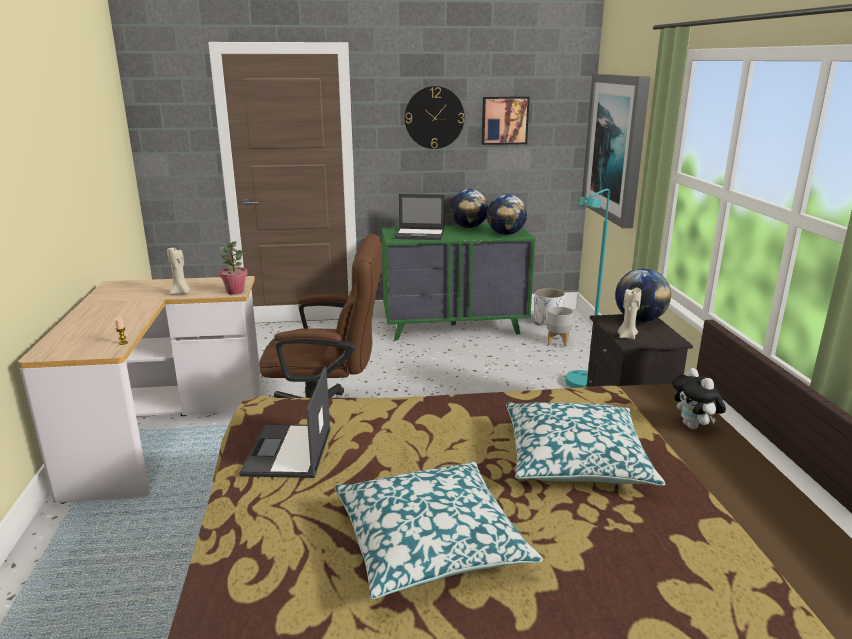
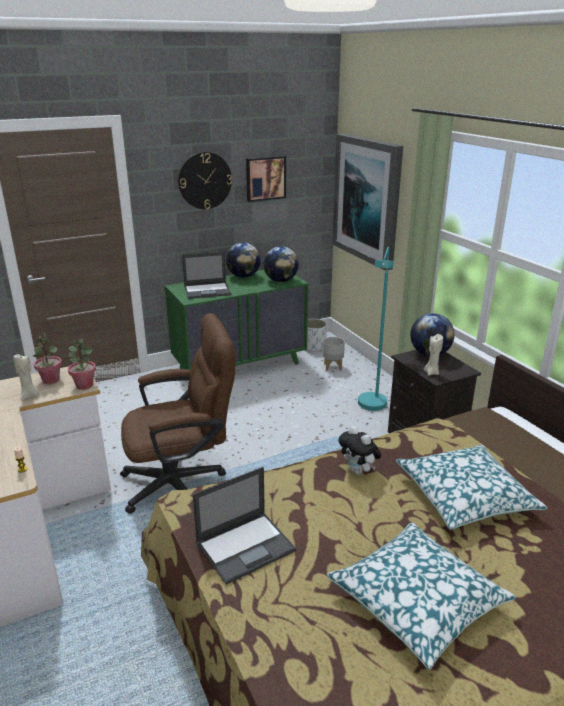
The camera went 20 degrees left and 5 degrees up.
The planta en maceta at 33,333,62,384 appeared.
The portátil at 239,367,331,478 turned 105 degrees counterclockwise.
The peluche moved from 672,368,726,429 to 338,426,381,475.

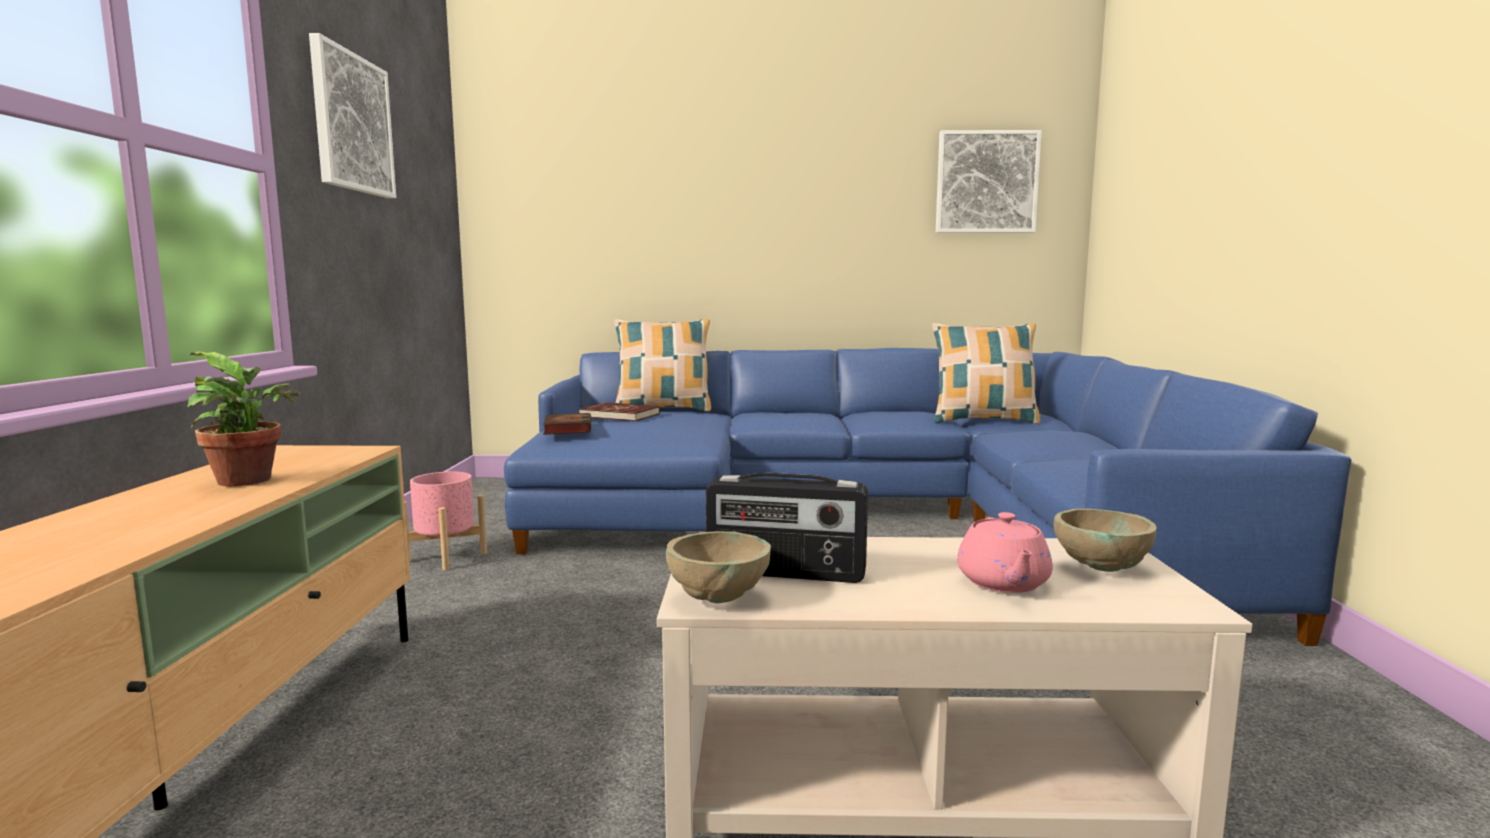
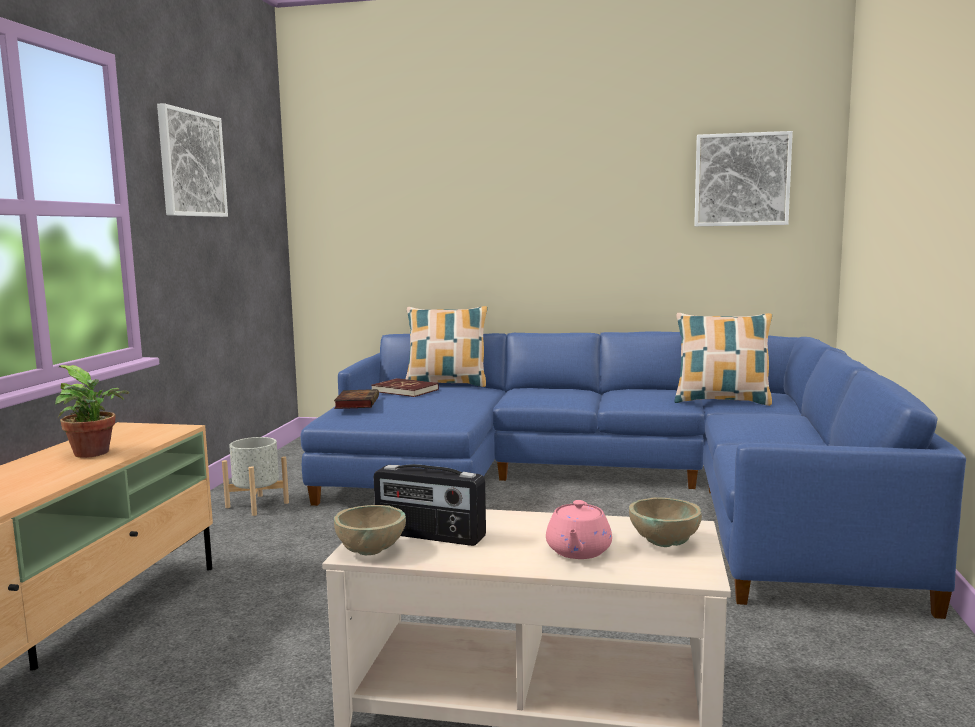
The camera went 10 degrees right and 0 degrees up.
The maceta (rosa) at 405,472,487,570 became the maceta (gris) at 222,437,289,516.

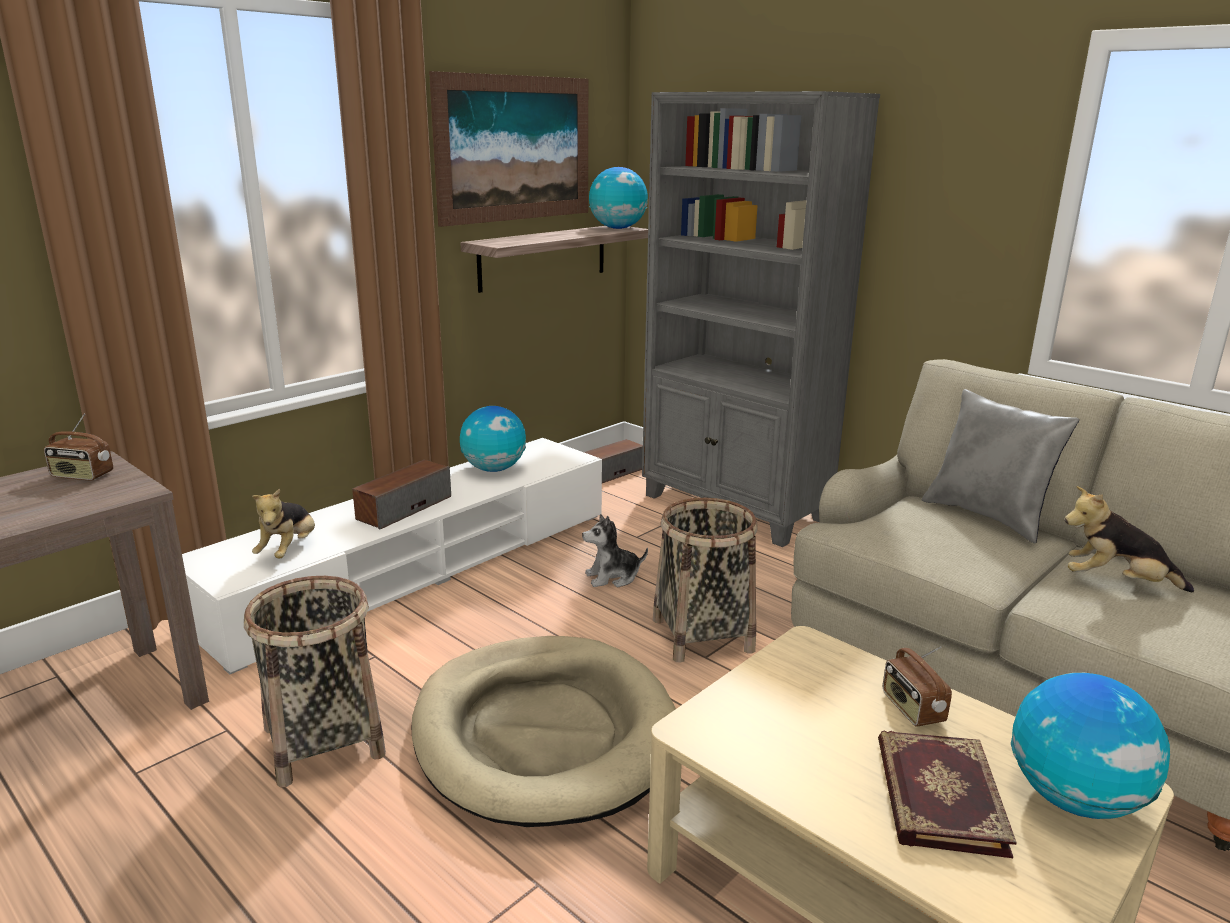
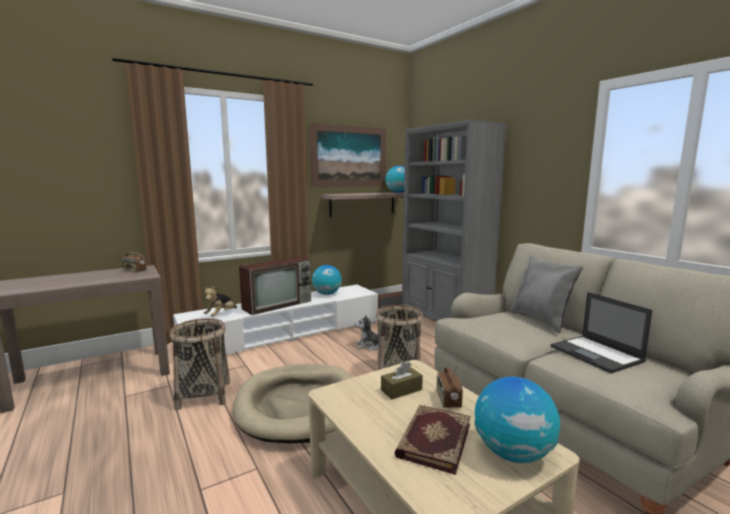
The camera went 15 degrees right and 10 degrees down.
The altavoz at 352,460,451,530 was replaced by the televisor at 239,257,311,315.
The caja de pañuelos (marrón) at 381,361,423,399 appeared.
The peluche at 1065,486,1194,593 was replaced by the portátil at 551,292,653,373.

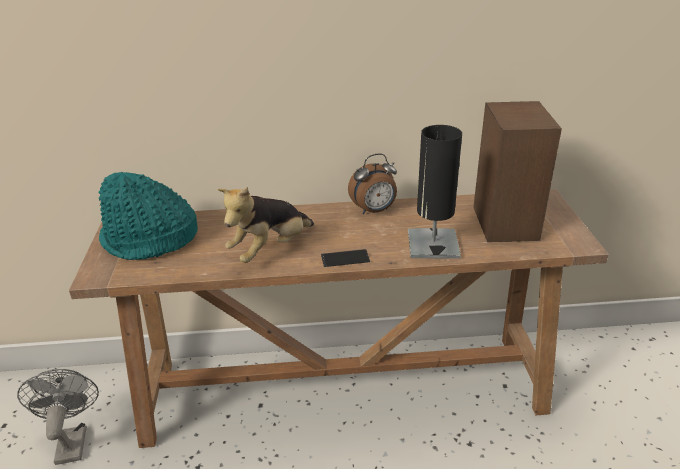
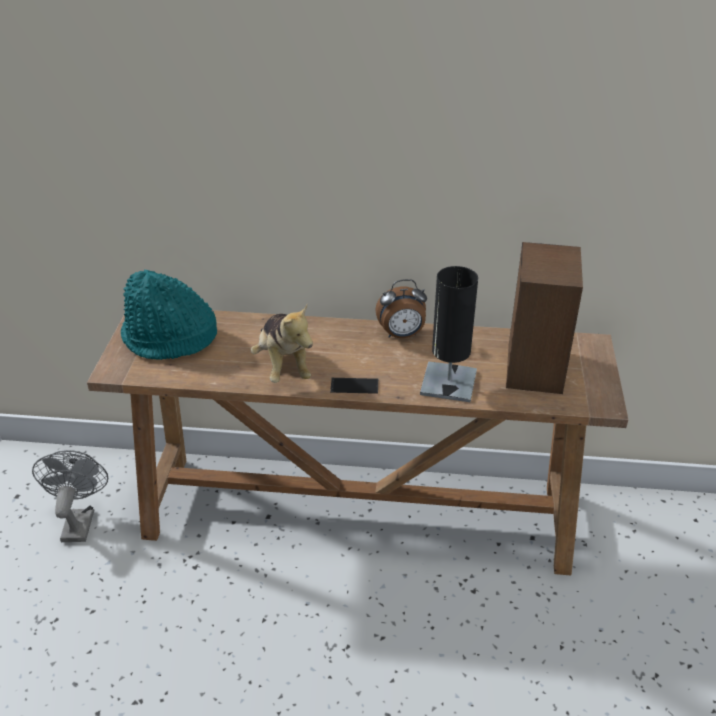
The camera went 10 degrees right and 5 degrees up.
The peluche at 217,187,314,263 turned 75 degrees counterclockwise.

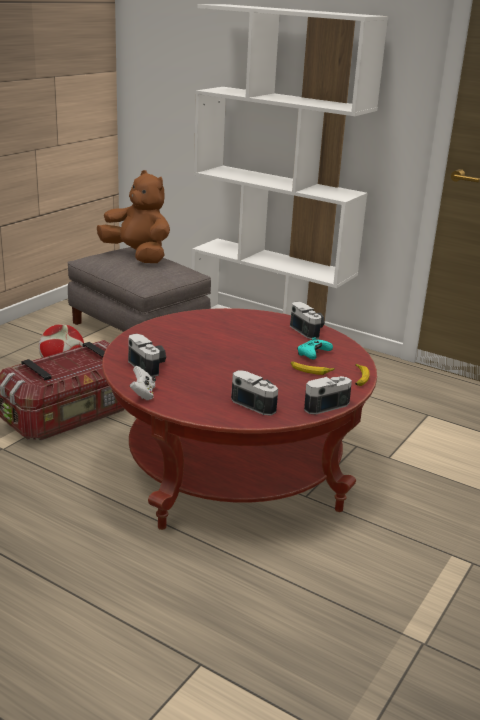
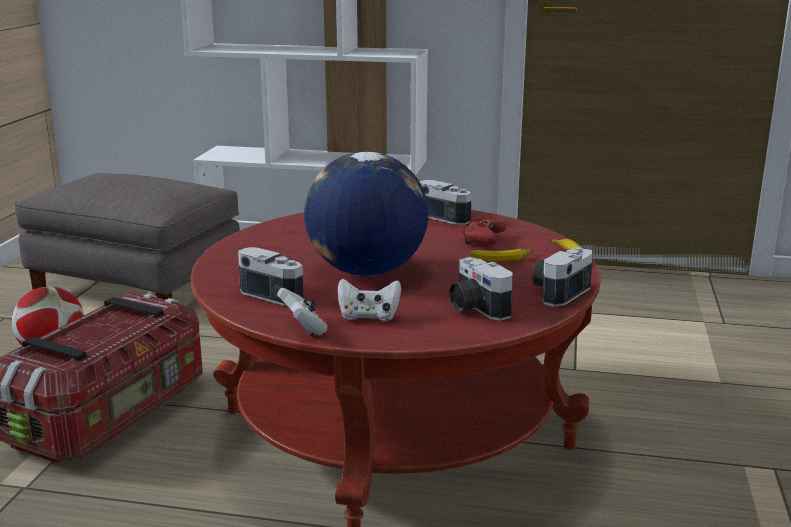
The camera went 20 degrees left and 5 degrees down.
The globo terráqueo at 304,152,428,276 appeared.
The mando de consola (blanco) at 338,279,401,321 appeared.
The cámara at 231,370,278,416 turned 135 degrees counterclockwise.
The mando de consola (turquesa) at 297,337,333,359 became the mando de consola (rojo) at 463,217,506,245.
The peluche (marrón) at 97,170,170,263 disappeared.

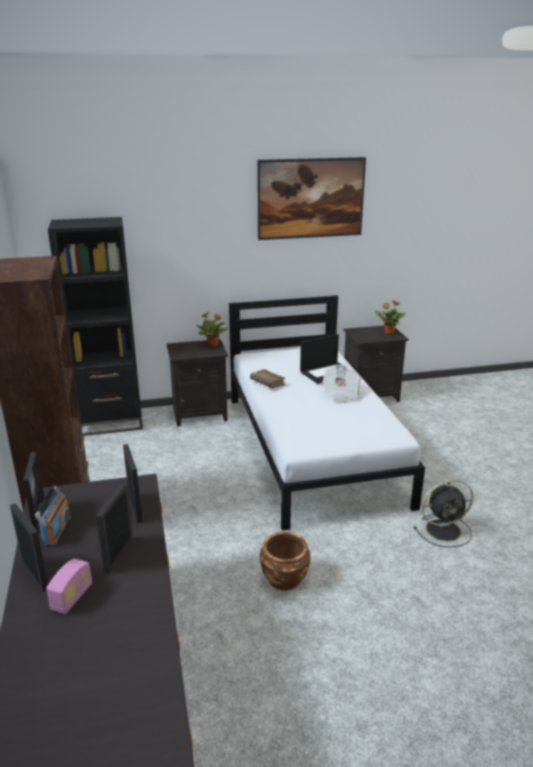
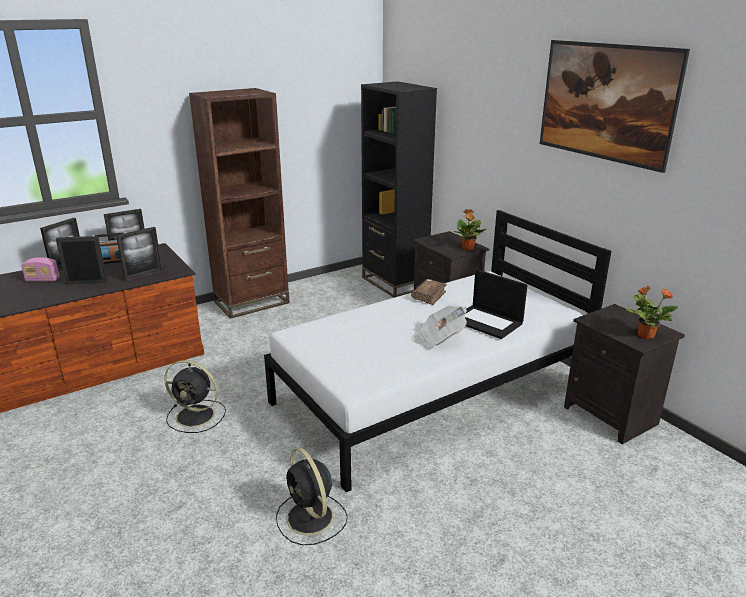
The camera went 70 degrees right and 0 degrees up.
The maceta (marrón) at 260,532,310,591 was replaced by the ventilador (negro) at 164,360,226,433.

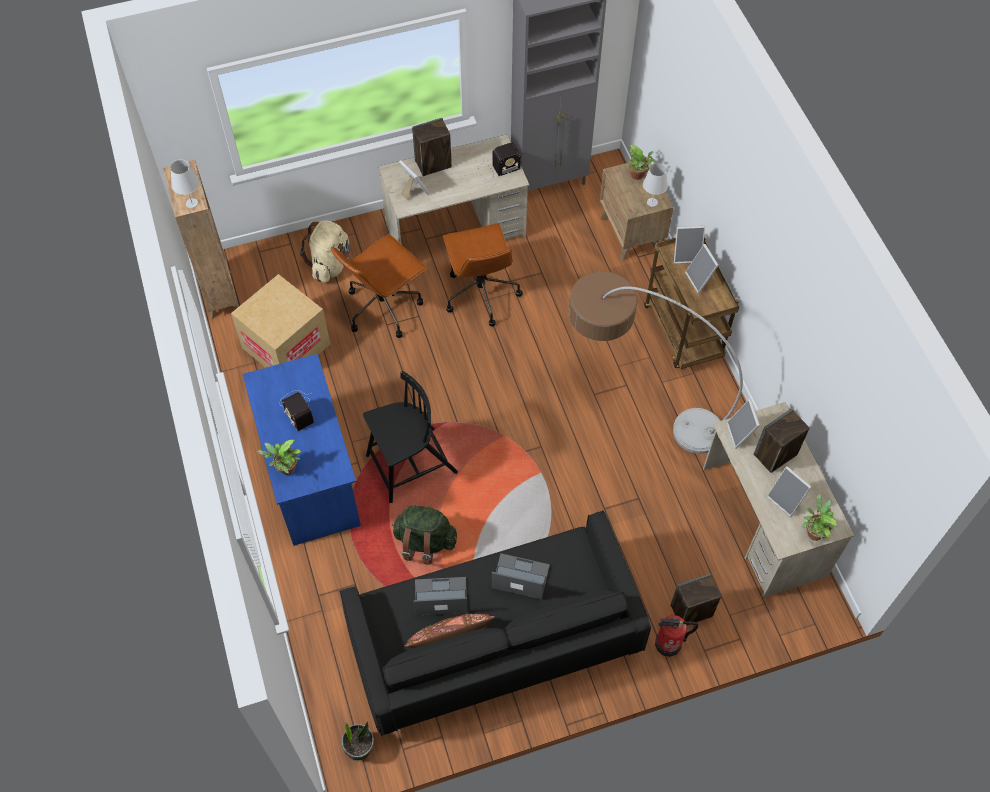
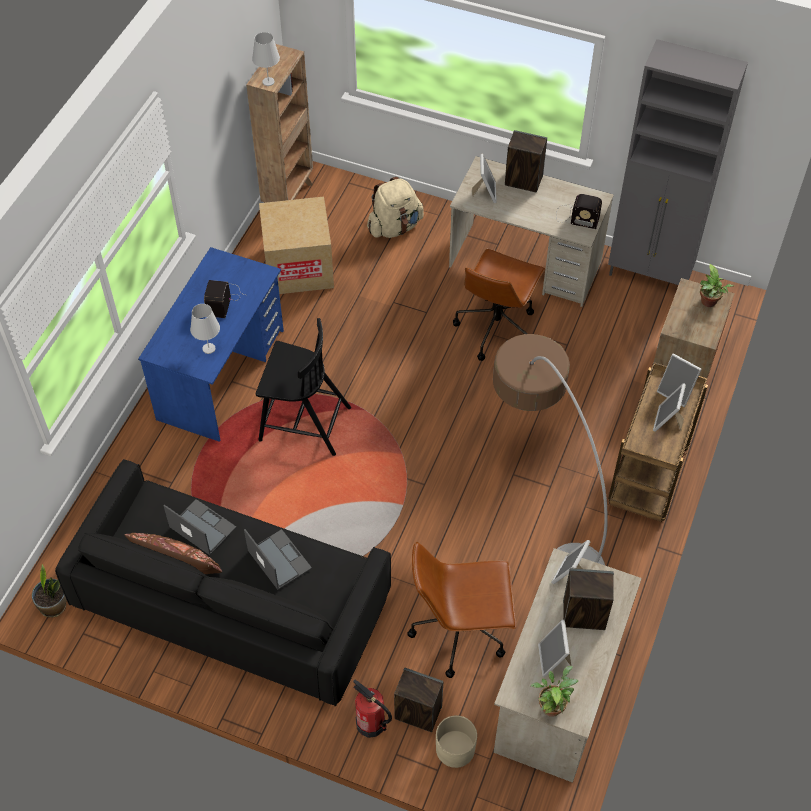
The camera went 40 degrees right and 5 degrees down.
The lámpara de mesa (blanco) moved from 643,163,668,207 to 190,304,220,354.
The silla de oficina (marrón) moved from 331,234,428,338 to 407,542,517,678.
The maceta (beis) at 436,715,477,768 appeared.
The planta en maceta at 257,440,302,475 disappeared.
The mochila (verde) at 392,505,457,565 disappeared.

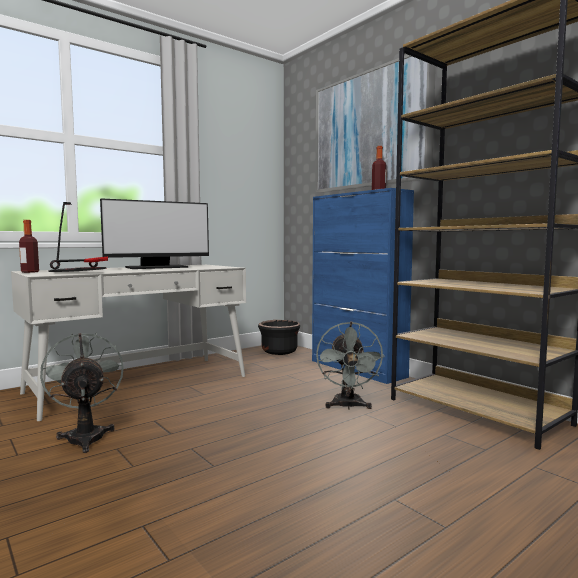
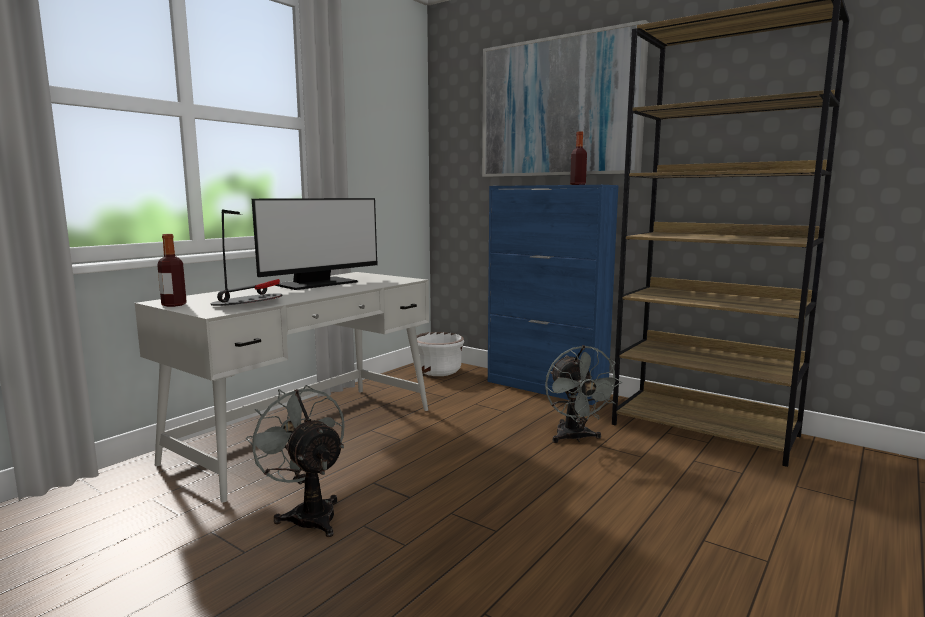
The camera went 15 degrees left and 5 degrees up.
The maceta (negro) at 258,320,300,355 became the maceta (blanco) at 417,332,464,376.

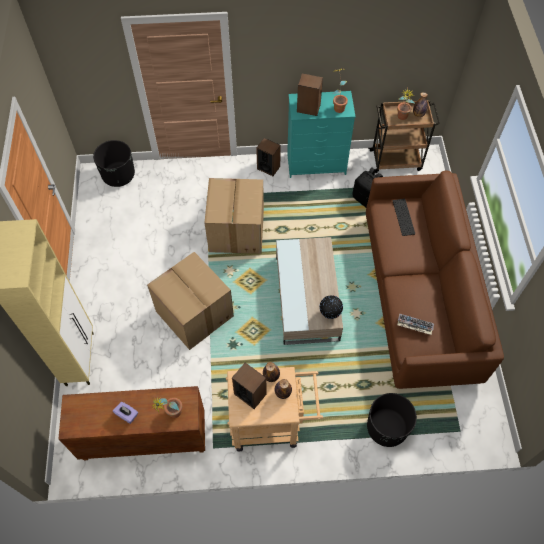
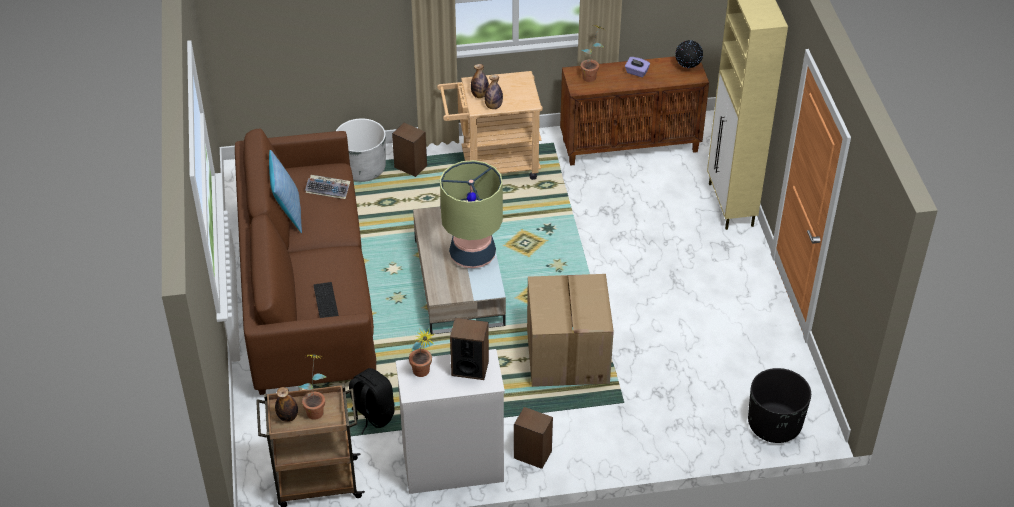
The camera went 175 degrees right and 15 degrees down.
The cojín at 269,150,302,233 appeared.
The maceta (negro) at 367,393,417,447 became the maceta (blanco) at 336,119,386,182.
The altavoz moved from 232,363,267,409 to 392,123,427,177.
The cómoda (turquesa) at 287,91,356,178 became the cómoda (blanco) at 396,349,505,494.
The lámpara de mesa at 440,160,503,268 appeared.
The globo terráqueo moved from 320,295,343,319 to 675,40,703,68.
The caja de cartón at 147,252,234,350 disappeared.

